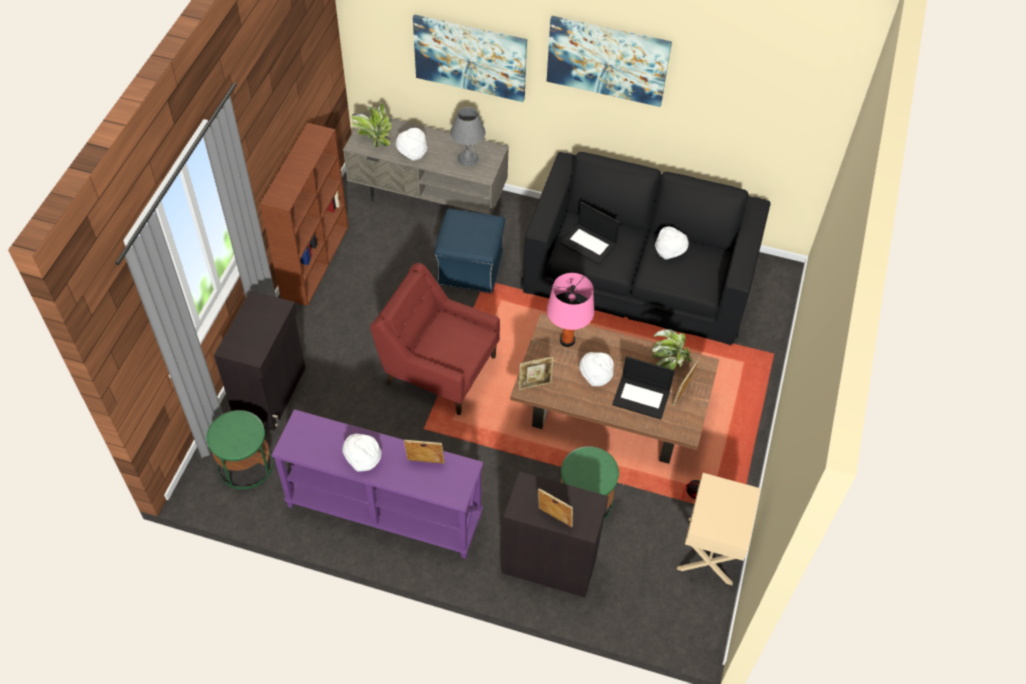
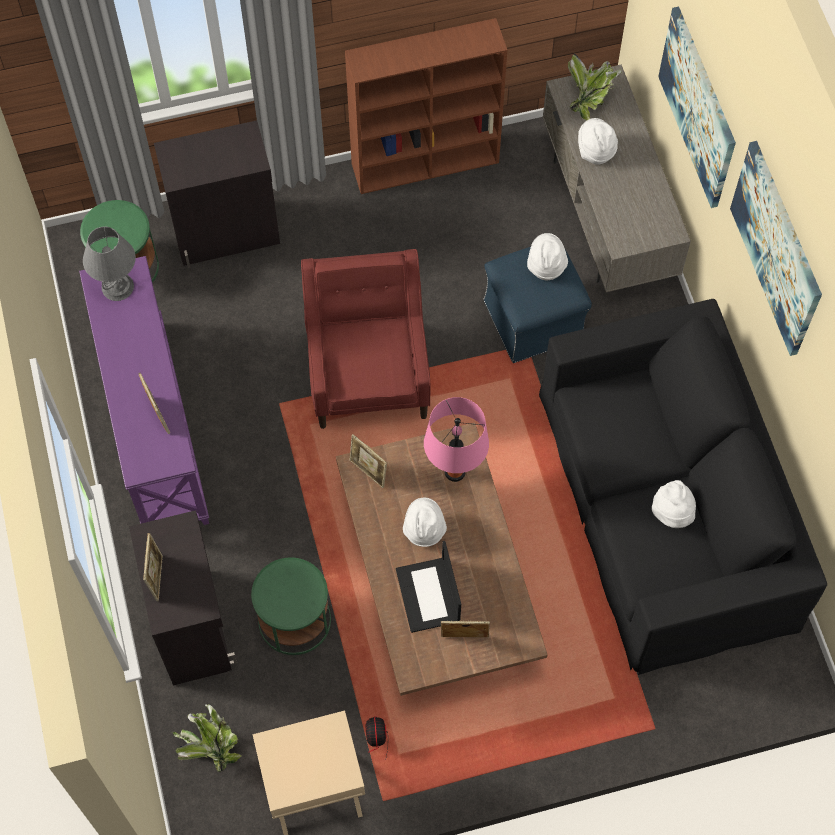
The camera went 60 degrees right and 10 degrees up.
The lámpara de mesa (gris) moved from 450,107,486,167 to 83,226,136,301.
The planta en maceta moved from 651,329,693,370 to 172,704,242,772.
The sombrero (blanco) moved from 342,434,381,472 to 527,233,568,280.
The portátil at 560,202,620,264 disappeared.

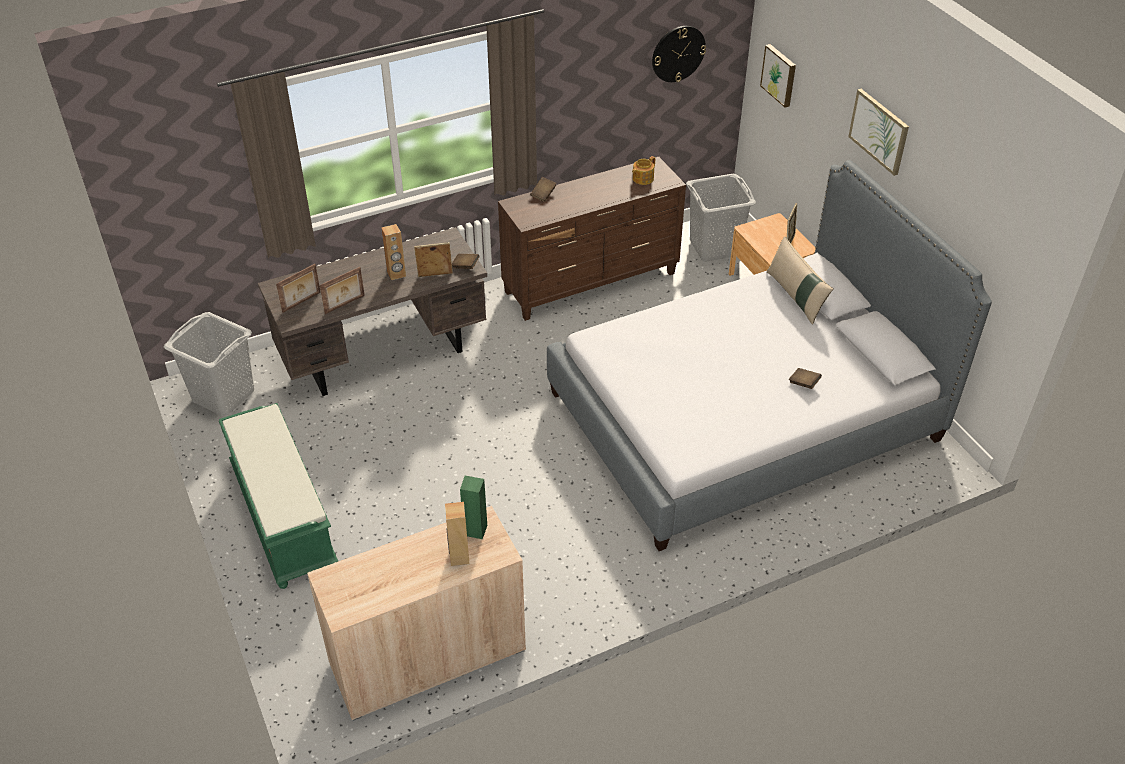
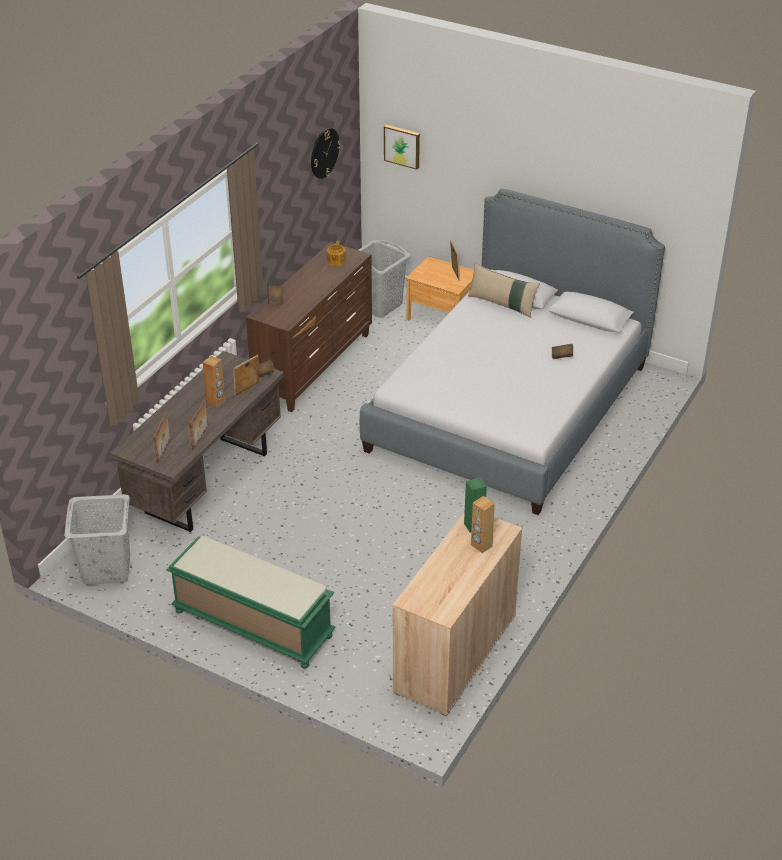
The camera went 35 degrees left and 5 degrees down.
The cuadro at 848,89,909,176 disappeared.

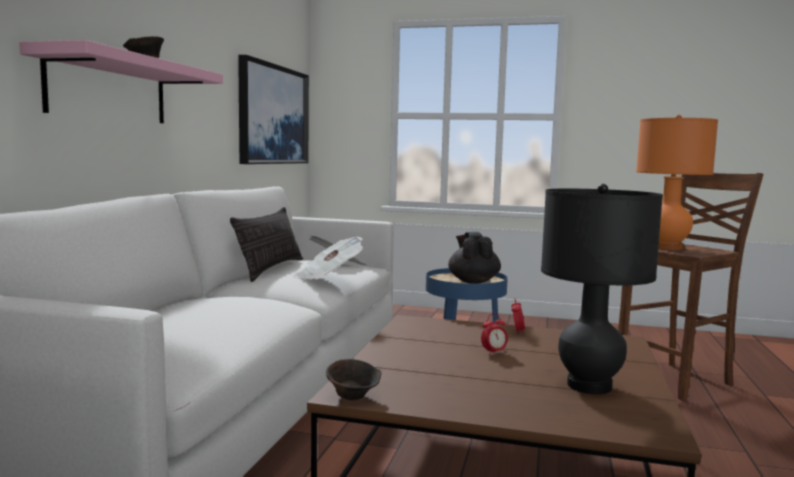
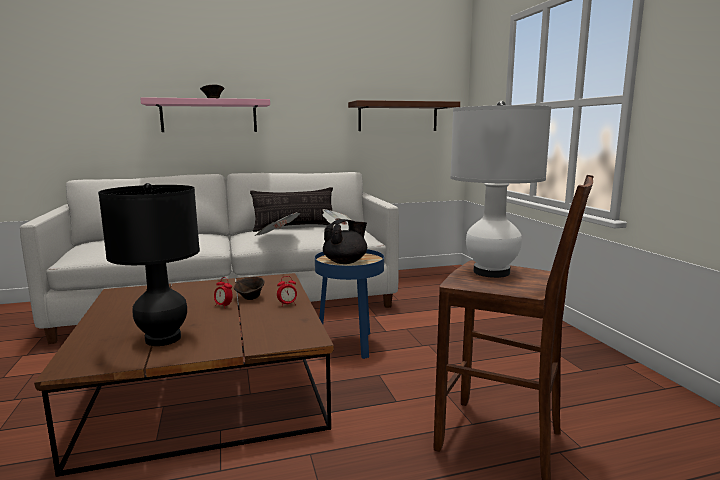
The camera went 60 degrees right and 5 degrees up.
The cuenco (marrón) moved from 326,359,381,400 to 234,277,265,300.
The cuadro at 238,55,309,164 was replaced by the estante (marrón) at 348,100,460,131.
The lámpara de mesa (naranja) at 636,115,718,250 became the lámpara de mesa (blanco) at 450,101,551,278.

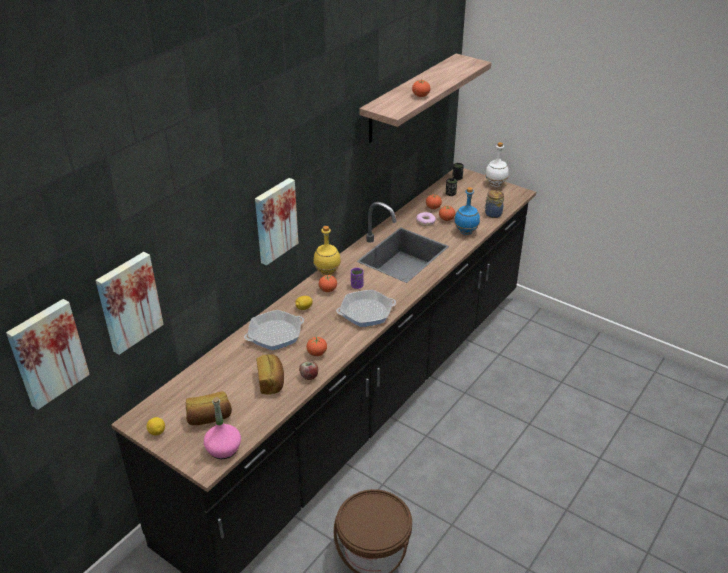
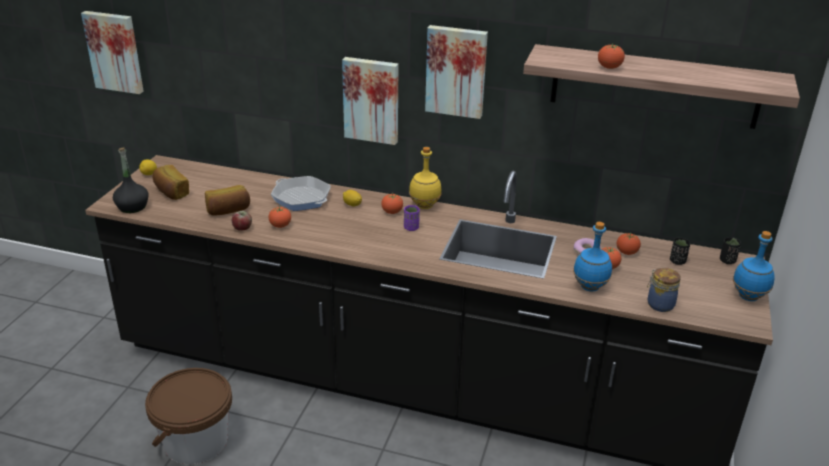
The camera went 70 degrees right and 5 degrees down.
The botella (rosa) at 204,397,241,459 became the botella (negro) at 113,148,149,213.
The cuadro moved from 95,252,164,355 to 425,25,488,119.
The botella (blanco) at 485,142,509,187 became the botella (azul) at 733,231,775,301.
The sartén at 336,290,396,327 disappeared.

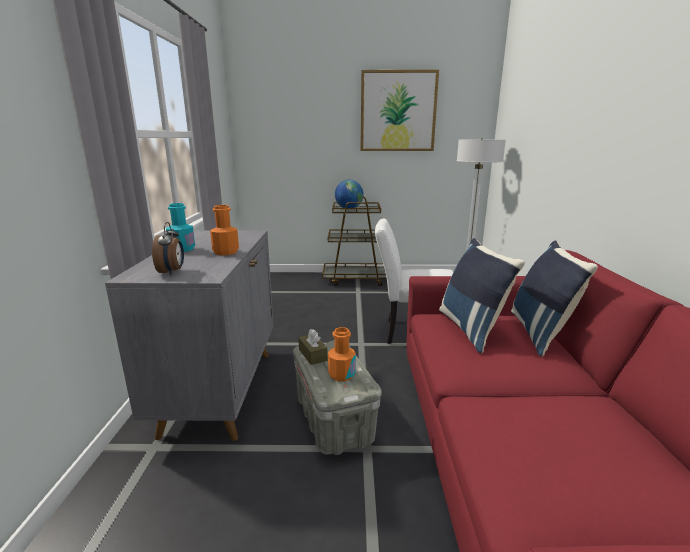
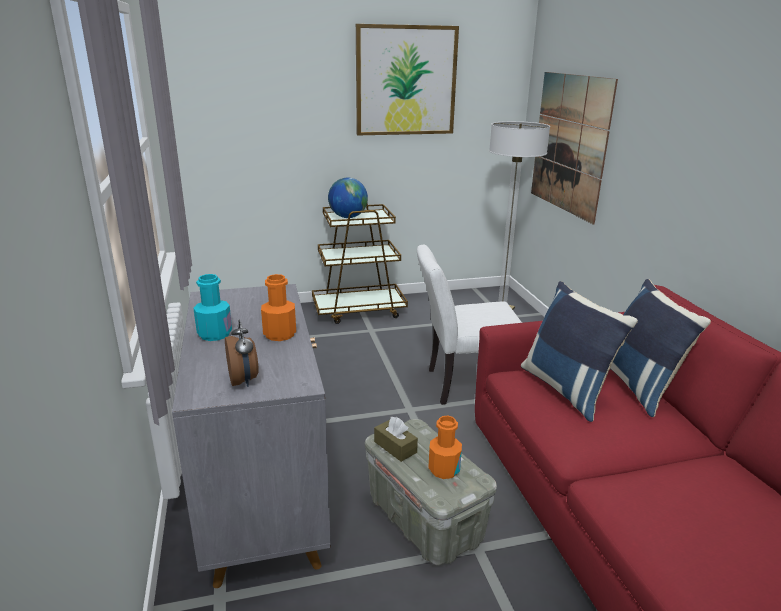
The camera went 15 degrees left and 5 degrees up.
The cuadro at 531,72,618,224 appeared.

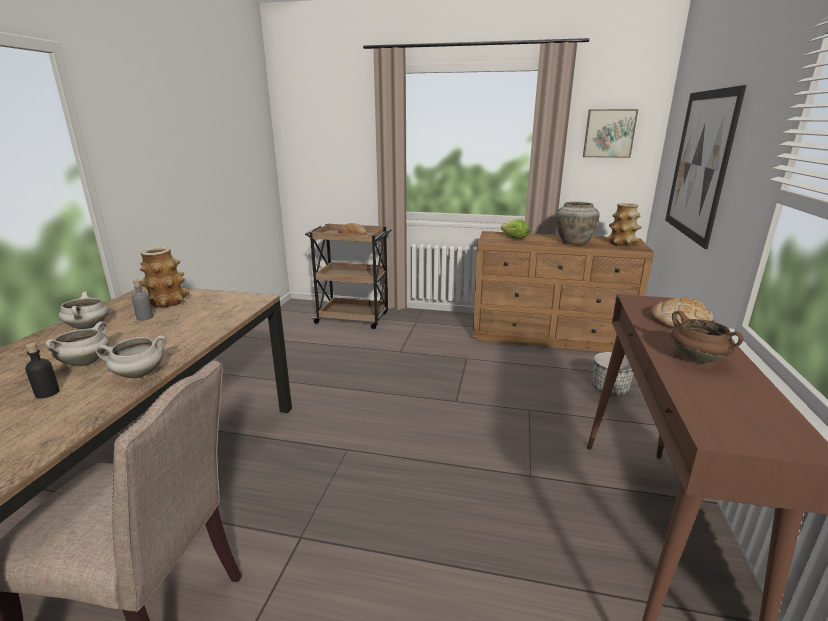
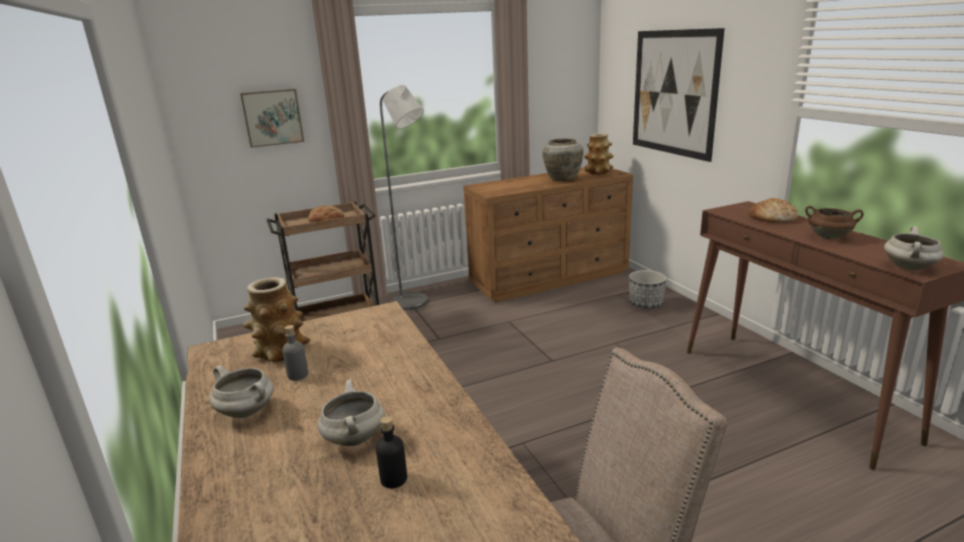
The camera went 35 degrees left and 0 degrees up.
The cuadro moved from 583,109,638,158 to 240,89,304,148.
The lámpara de pie (gris) at 380,85,428,310 appeared.
The olla (blanco) moved from 96,335,166,378 to 884,226,943,270.
The lechuga at 501,219,529,239 disappeared.

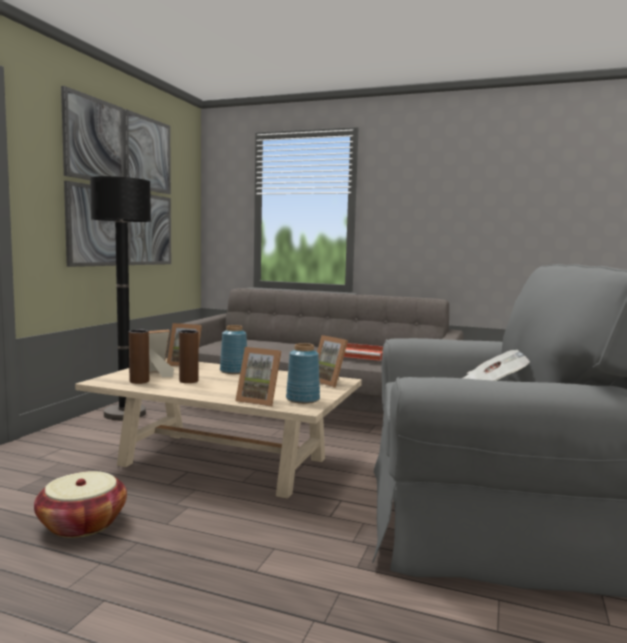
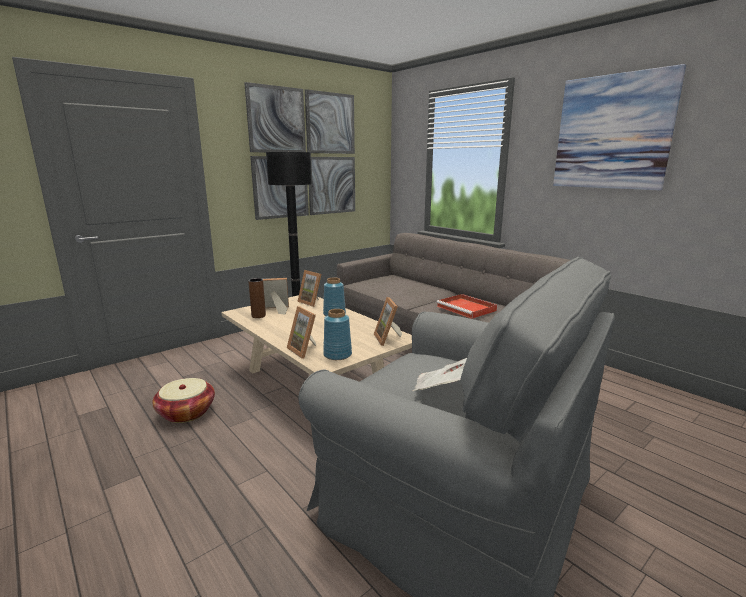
The camera went 30 degrees right and 10 degrees up.
The cuadro at 553,64,686,190 appeared.
The florero (marrón) at 179,330,199,383 disappeared.

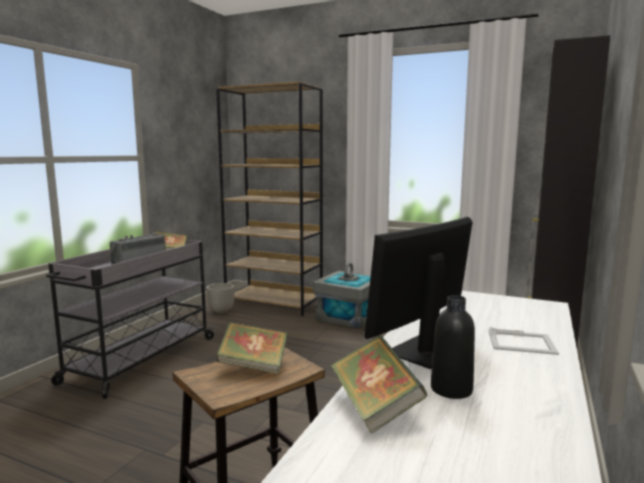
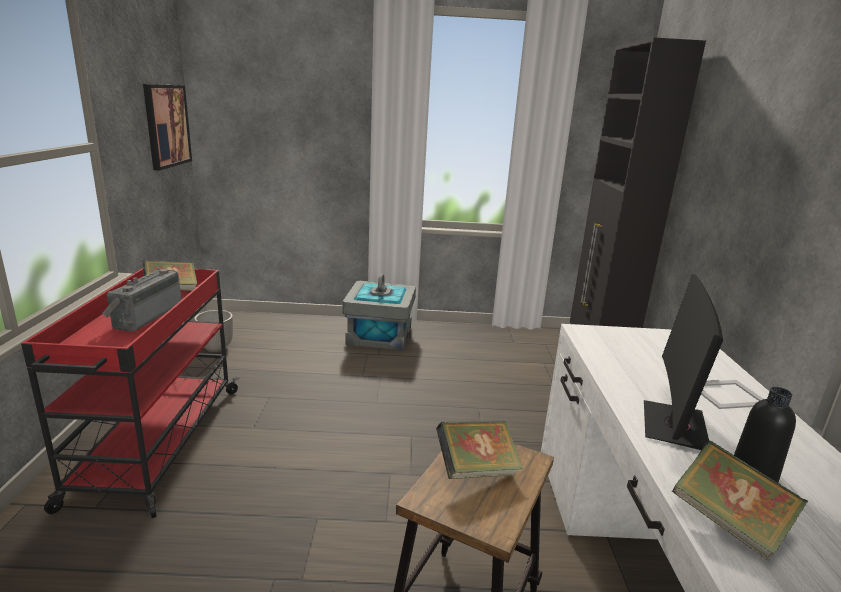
The camera went 25 degrees left and 10 degrees up.
The carrito (gris) at 46,240,215,399 became the carrito (rojo) at 21,268,239,518.
The cuadro at 143,84,192,171 appeared.
The estantería (marrón) at 216,82,323,316 disappeared.

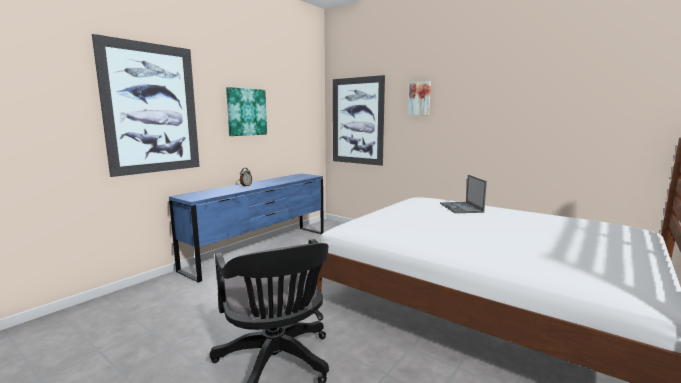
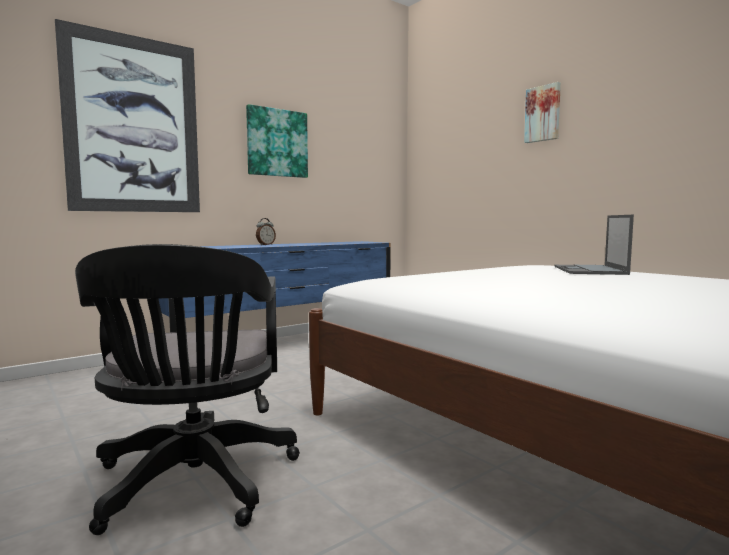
The camera went 15 degrees right and 5 degrees down.
The cuadro at 333,75,385,166 disappeared.

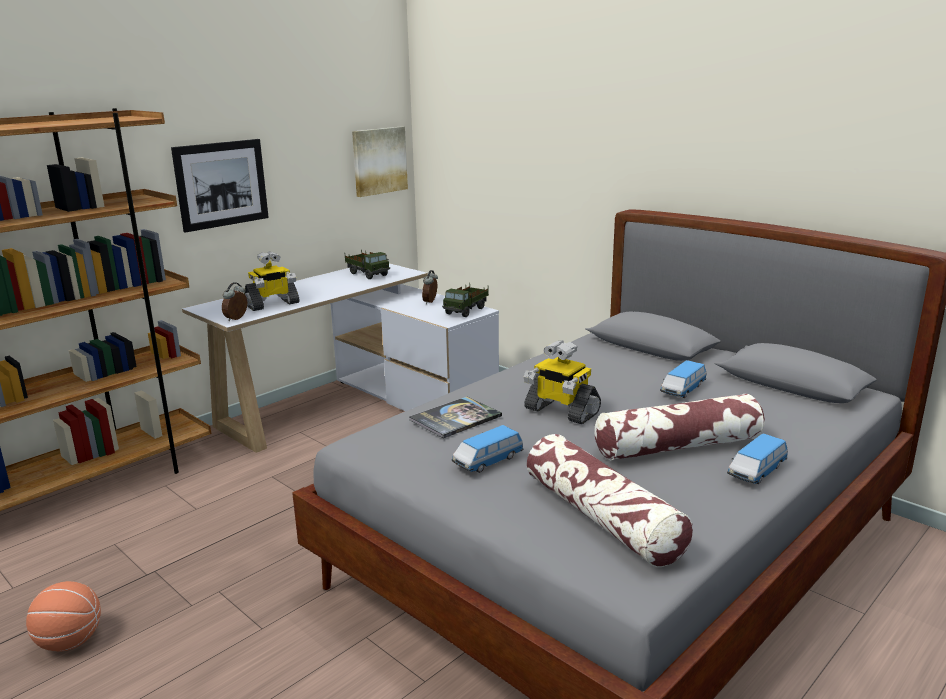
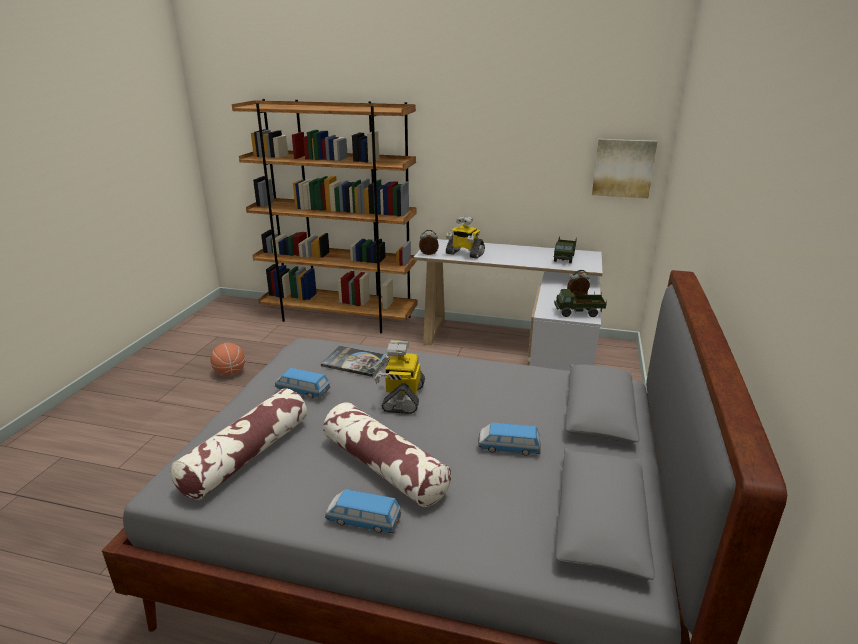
The camera went 60 degrees right and 5 degrees up.
The cuadro at 171,139,269,233 disappeared.

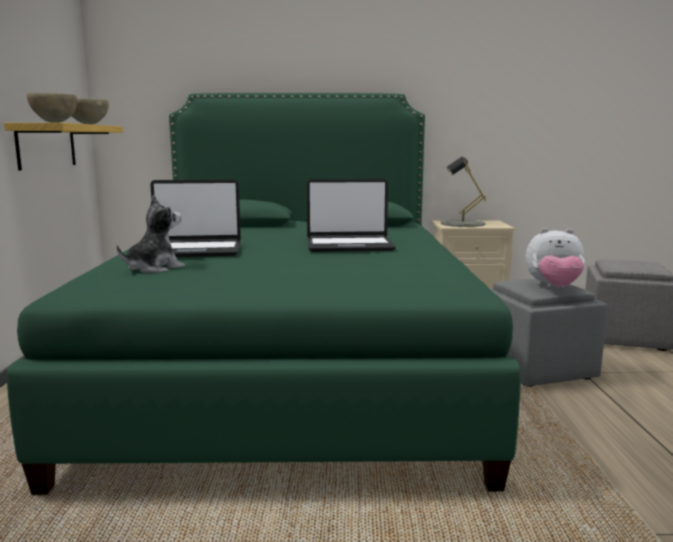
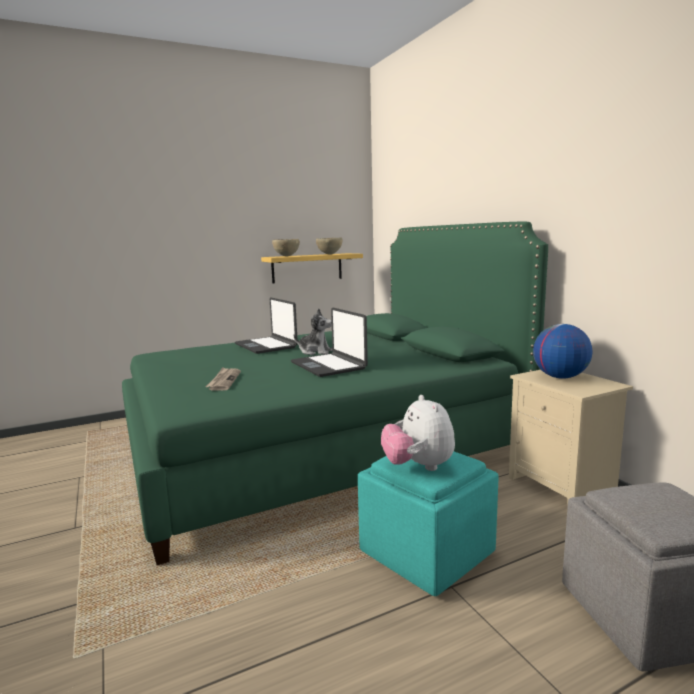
The camera went 65 degrees right and 0 degrees up.
The periódico at 206,367,241,391 appeared.
The peluche moved from 117,195,185,274 to 294,309,333,355.
The puf (gris) at 489,279,608,387 became the puf (turquesa) at 358,452,499,596.
The lámpara de mesa (gris) at 441,157,486,227 was replaced by the globo terráqueo at 533,324,592,379.

